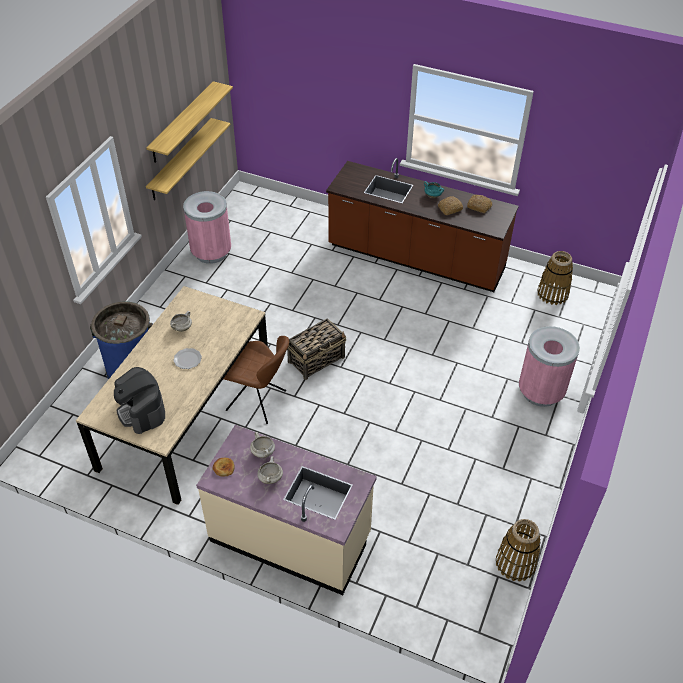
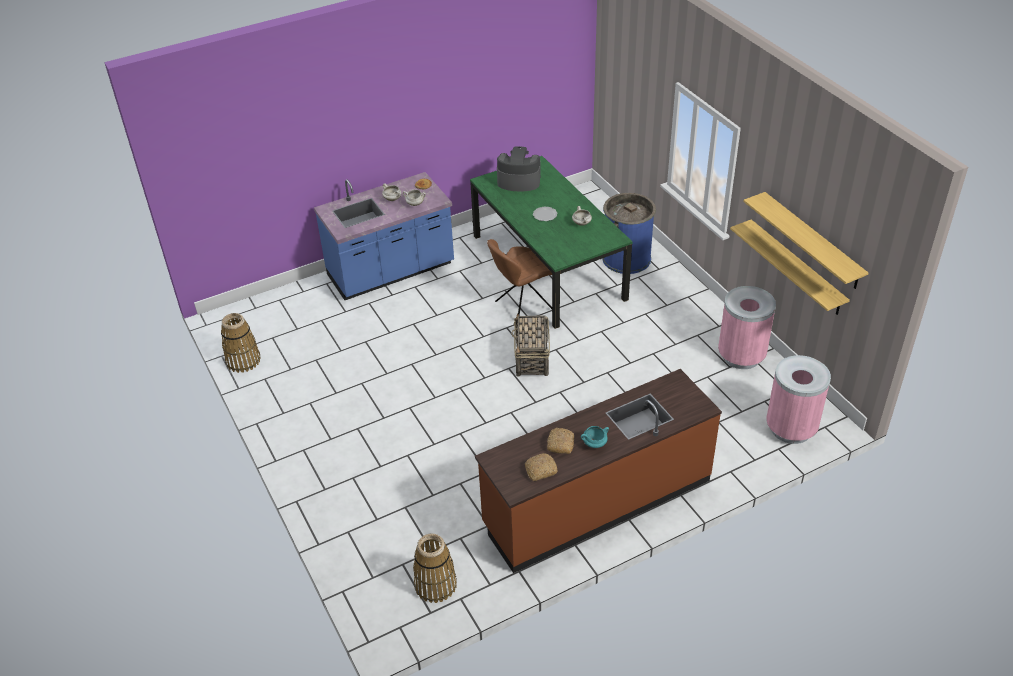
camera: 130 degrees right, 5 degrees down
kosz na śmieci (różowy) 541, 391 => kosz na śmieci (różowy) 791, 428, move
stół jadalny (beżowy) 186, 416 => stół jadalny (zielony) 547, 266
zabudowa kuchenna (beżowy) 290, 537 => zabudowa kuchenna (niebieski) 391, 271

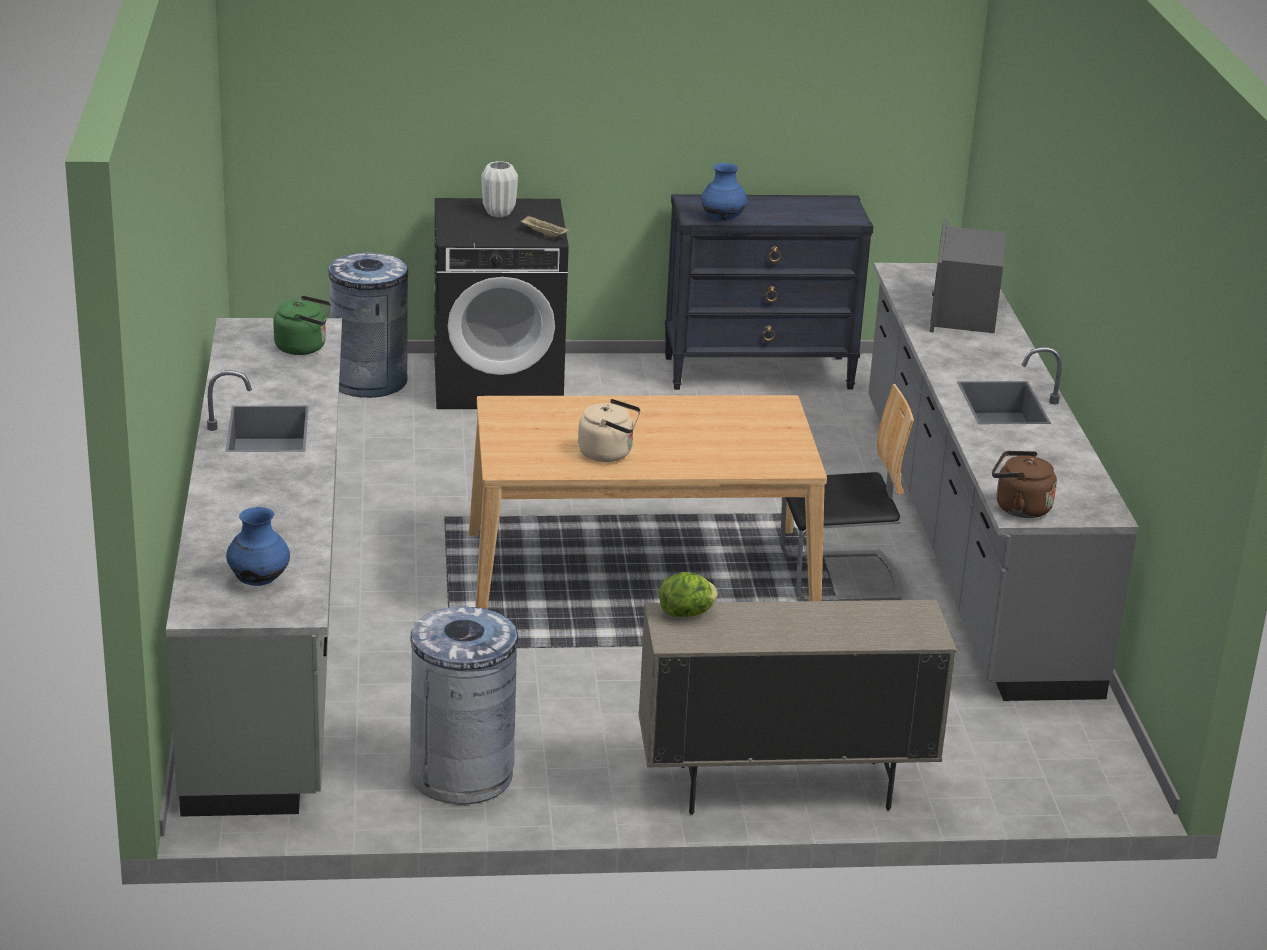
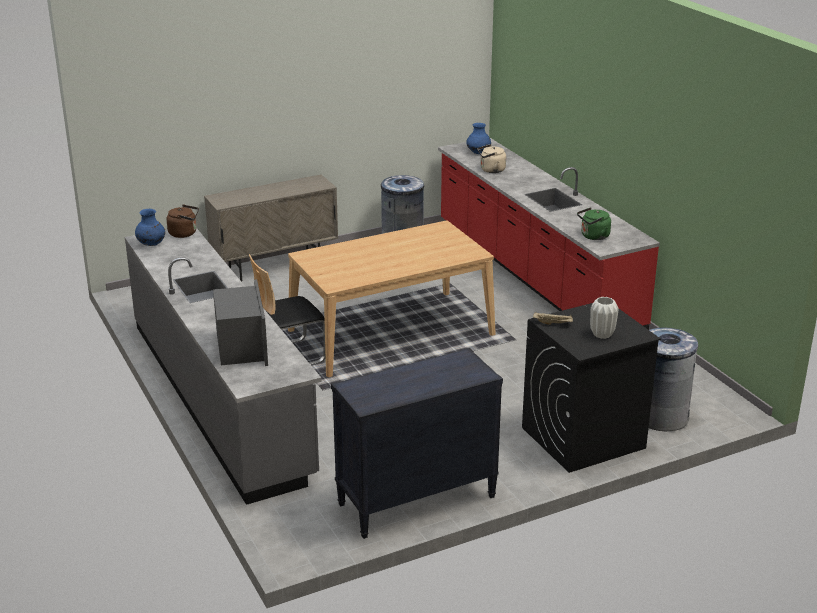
camera: 160 degrees right, 0 degrees up
sałata 687, 613 => nothing
czajnik (beżowy) 609, 453 => czajnik (beżowy) 491, 170, move
wazon (niebieski) 722, 219 => wazon (niebieski) 151, 244, move
zabudowa kuchenna (szary) 271, 626 => zabudowa kuchenna (czerwony) 534, 275

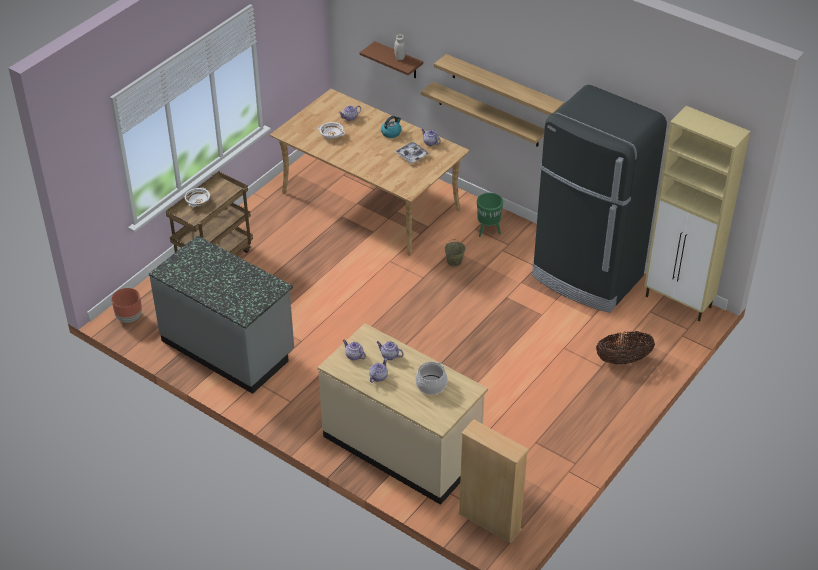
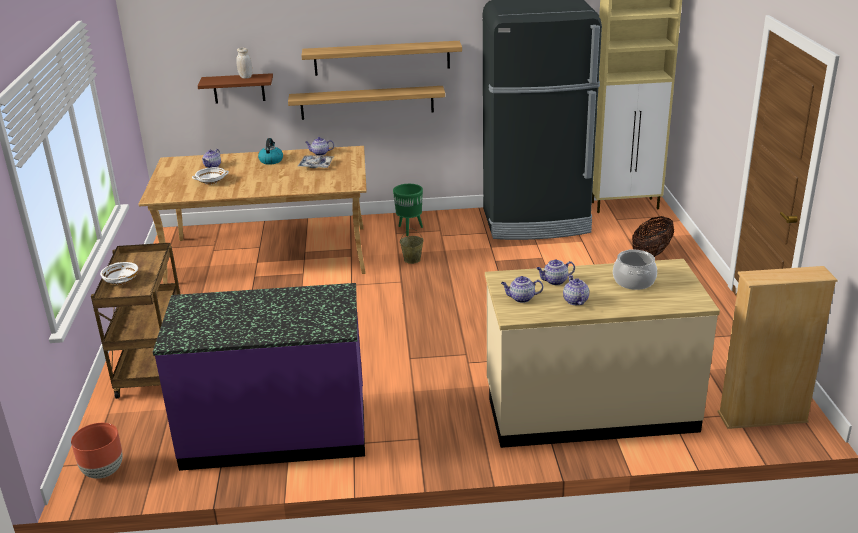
camera: 40 degrees left, 15 degrees down
zabudowa kuchenna (szary) 228, 347 => zabudowa kuchenna (fioletowy) 275, 431

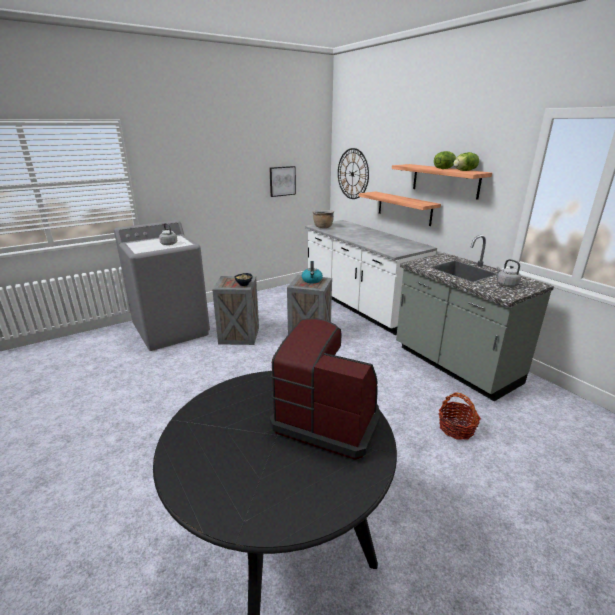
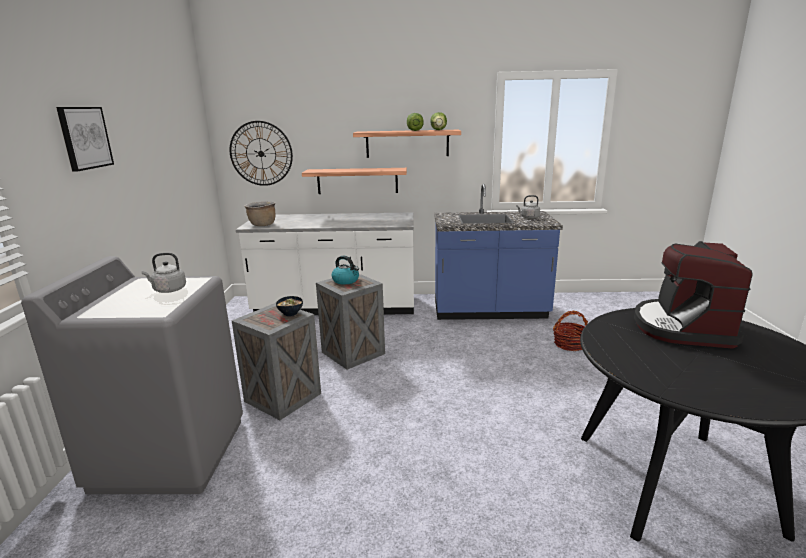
camera: 55 degrees left, 5 degrees down
obraz 282, 181 => obraz 84, 138, move
zabudowa kuchenna (szary) 454, 366 => zabudowa kuchenna (niebieski) 490, 311
ekspres do kawy 327, 419 => ekspres do kawy 682, 327, 45 degrees counterclockwise

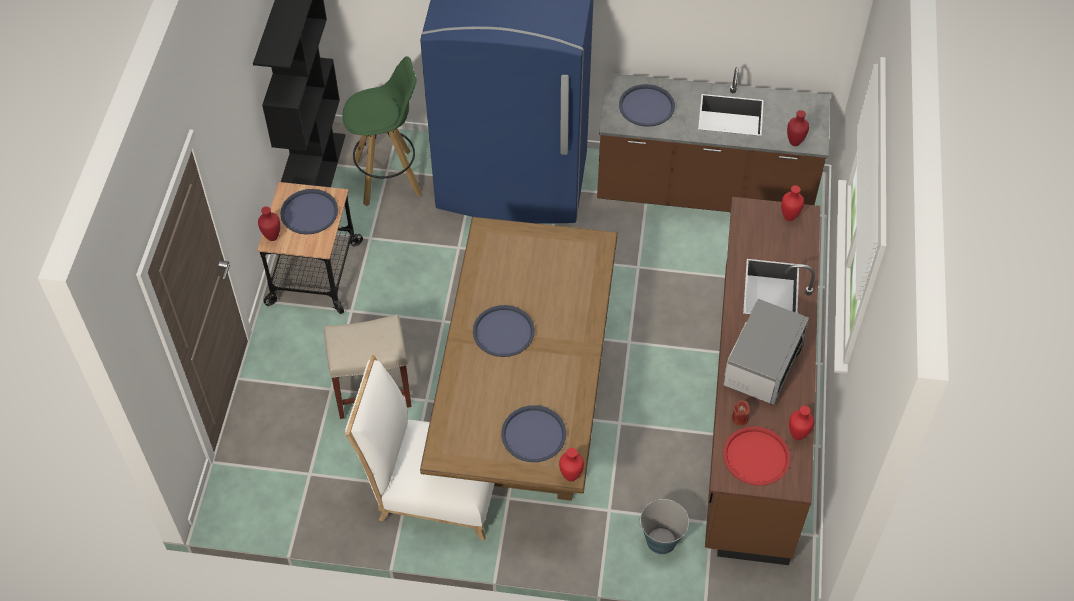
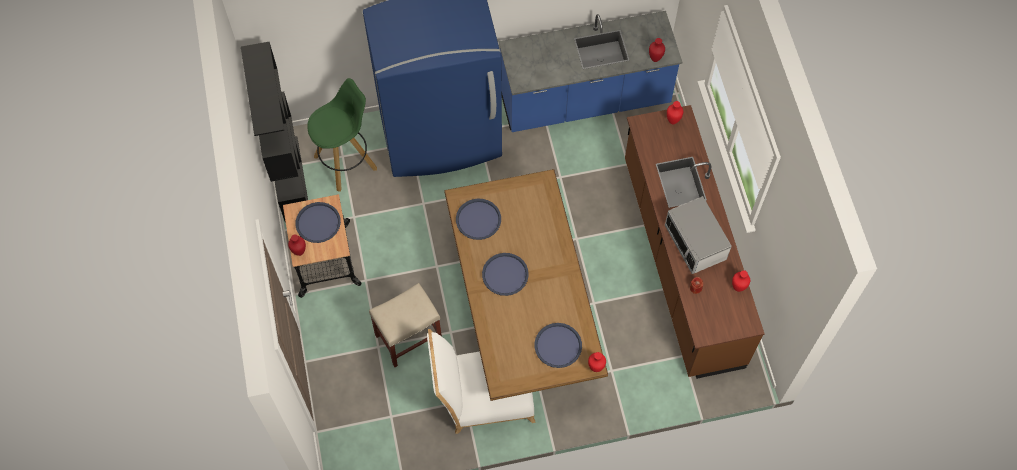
camera: 20 degrees left, 10 degrees up
wiadro 661, 540 => nothing
taca (czerwony) 756, 456 => nothing
taca (niebieski) 646, 106 => taca (niebieski) 478, 219, move
zabudowa kuchenna (brązowy) 704, 192 => zabudowa kuchenna (niebieski) 585, 101
mikrofalówka 761, 365 => mikrofalówka 695, 243, 150 degrees clockwise

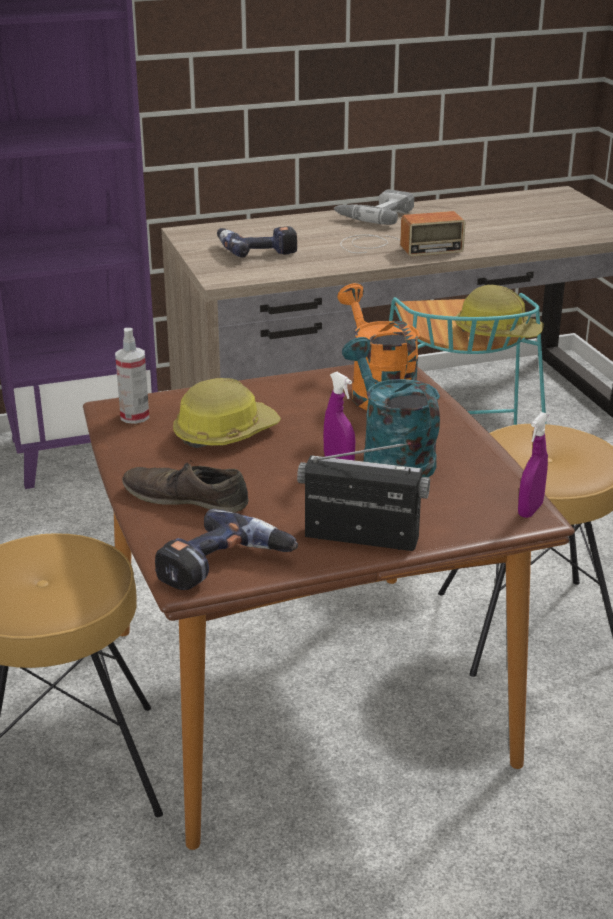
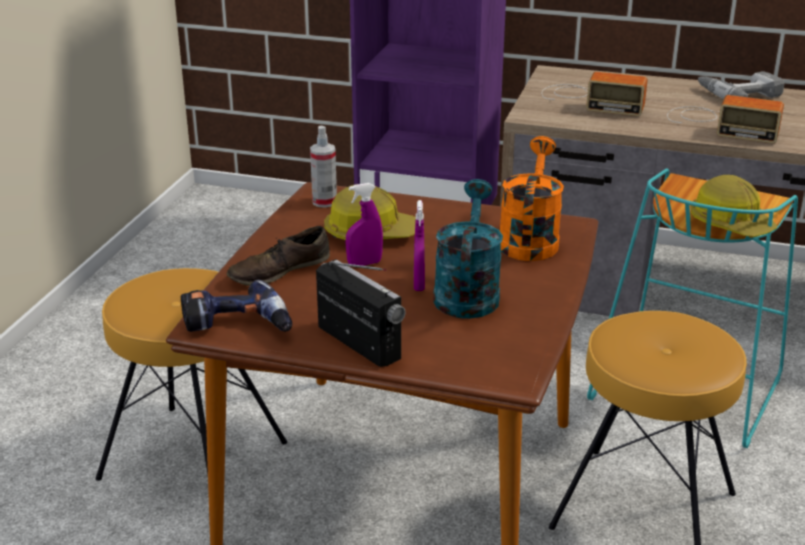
camera: 35 degrees right, 0 degrees up
spryskiwacz (fioletowy) 530, 510 => spryskiwacz (fioletowy) 364, 263, move
wiertarka 257, 250 => radio 589, 100
but (brązowy) 186, 498 => but (brązowy) 279, 270, 90 degrees counterclockwise

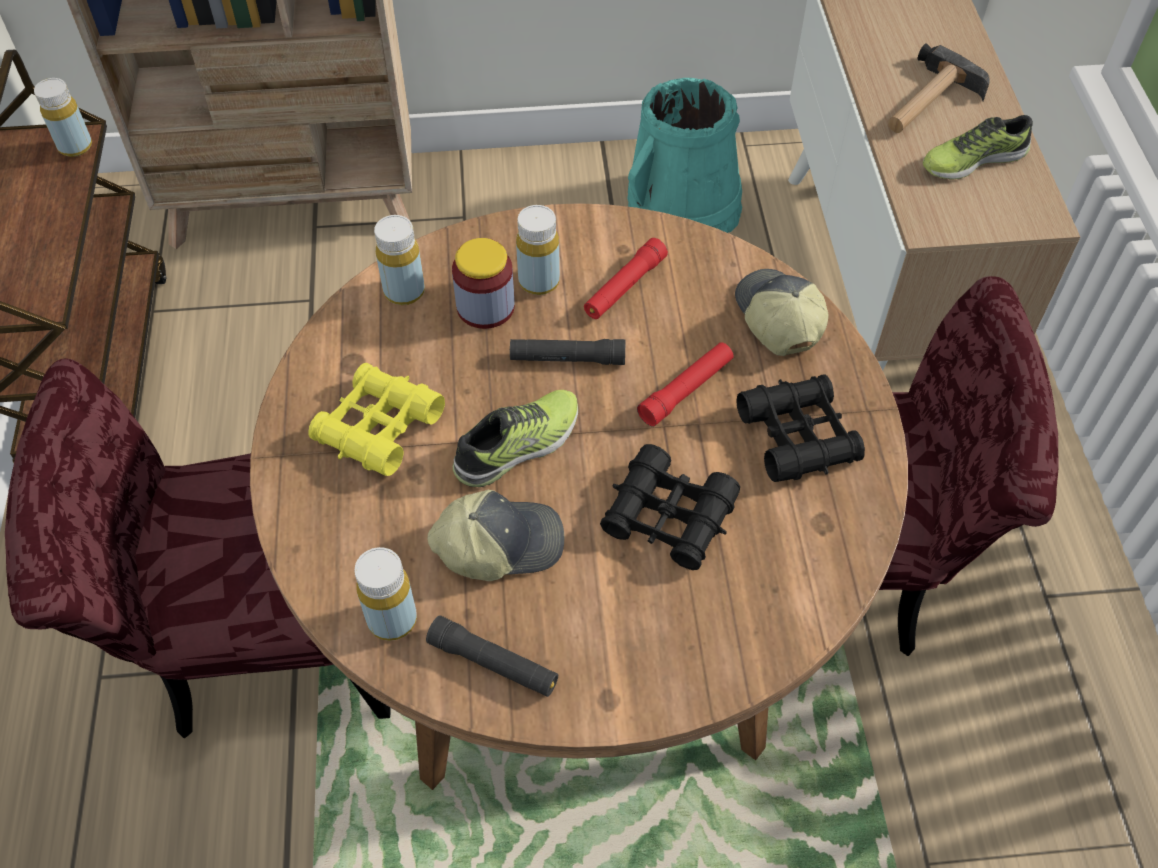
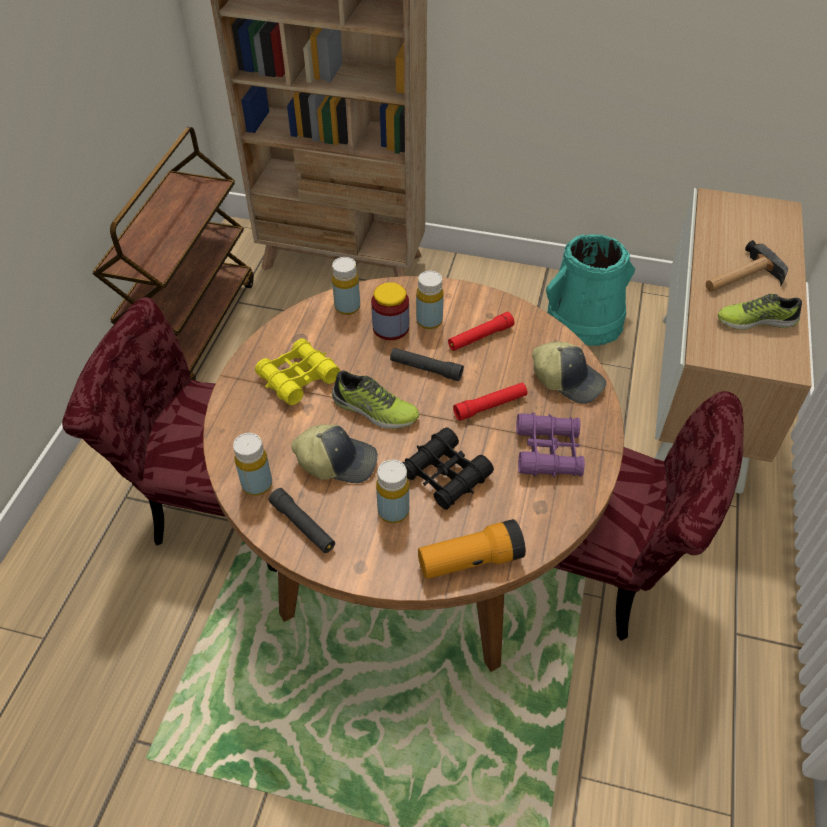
camera: 20 degrees right, 5 degrees down
nothing => latarka 470, 560
butelka (żółty) 75, 146 => butelka (żółty) 393, 511, move
lornetka (czarny) 797, 436 => lornetka (fioletowy) 548, 452
but 519, 446 => but 374, 410, 45 degrees clockwise
czapka z daszkiem 777, 319 => czapka z daszkiem 568, 380, 120 degrees clockwise

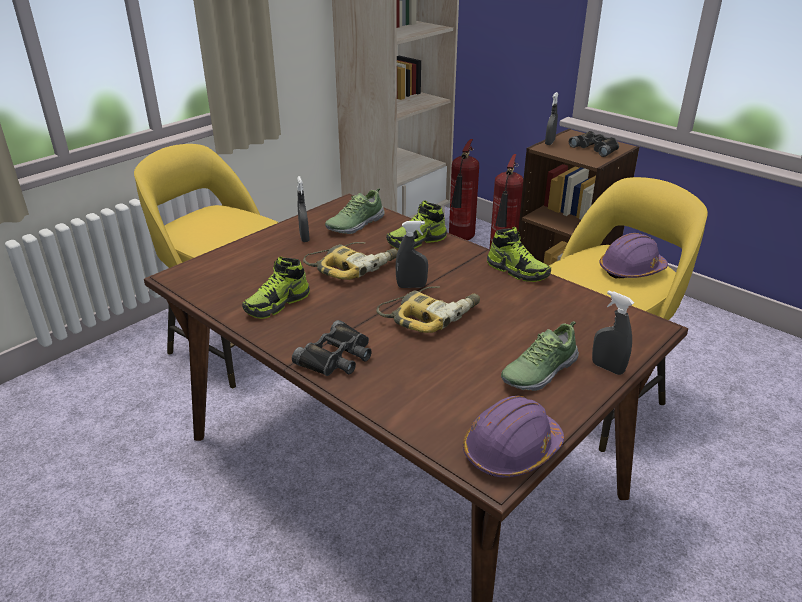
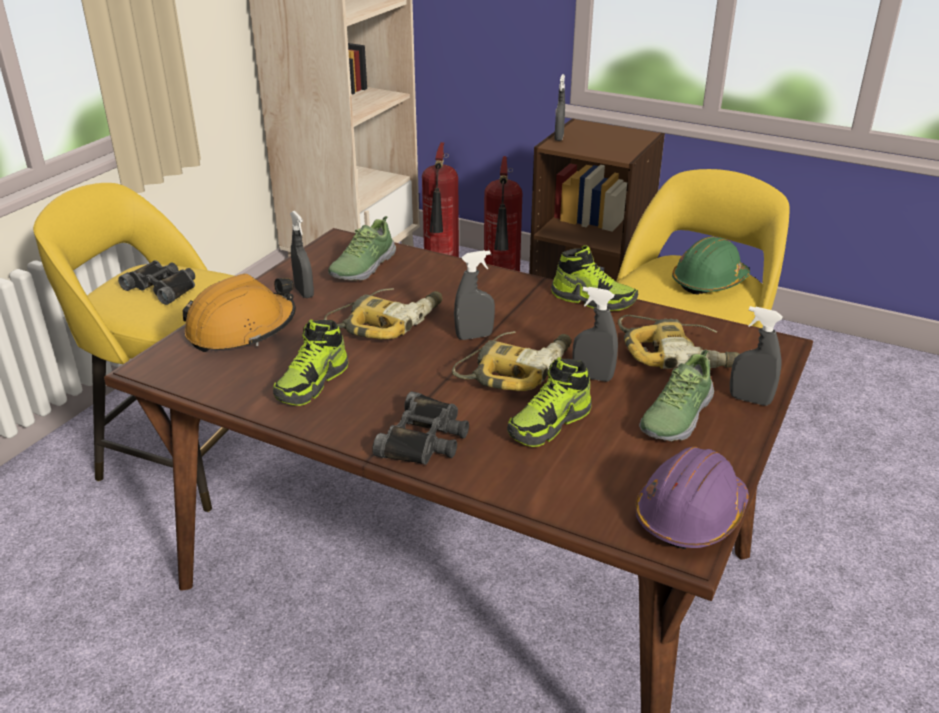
camera: 15 degrees left, 0 degrees up
nothing => kask (pomarańczowy) 242, 329
nothing => spryskiwacz (szary) 592, 377
nothing => wiertarka 677, 354
but 417, 241 => but 549, 424, move
lornetka (czarny) 595, 148 => lornetka (czarny) 163, 287, move
kask (fioletowy) 631, 270 => kask (zielony) 709, 282

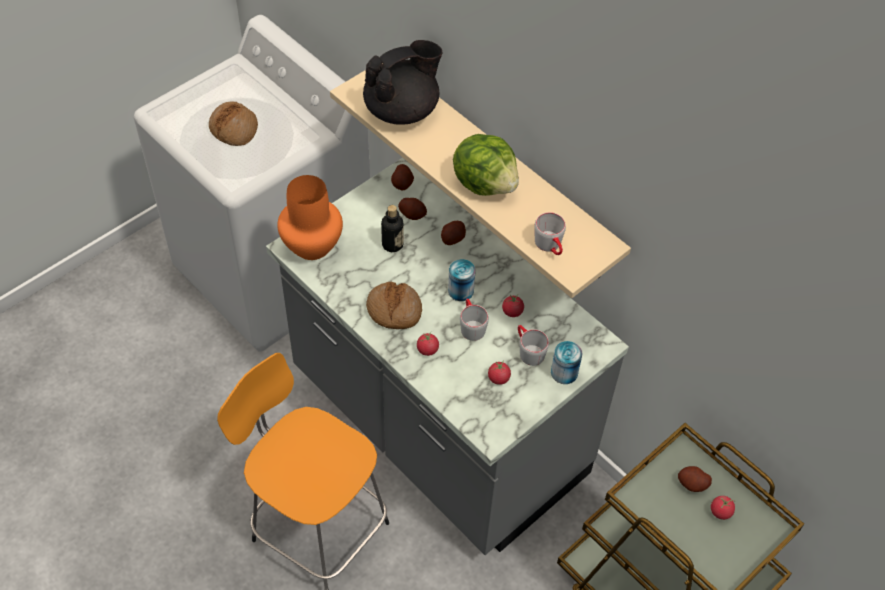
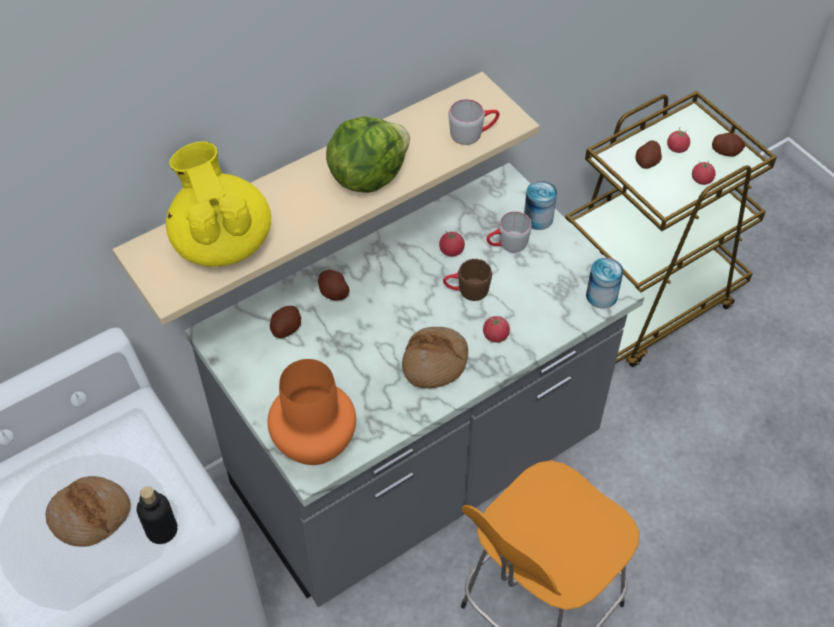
camera: 80 degrees left, 0 degrees up
butelka 392, 244 => butelka 162, 530, move
ziemniak 402, 184 => ziemniak 726, 151, move
puszka 460, 290 => puszka 601, 296, move
pomidor 498, 378 => pomidor 701, 180, move
imbryk (czarny) 402, 110 => imbryk (żółty) 222, 241
kubek (szary) 471, 325 => kubek (brązowy) 466, 291

